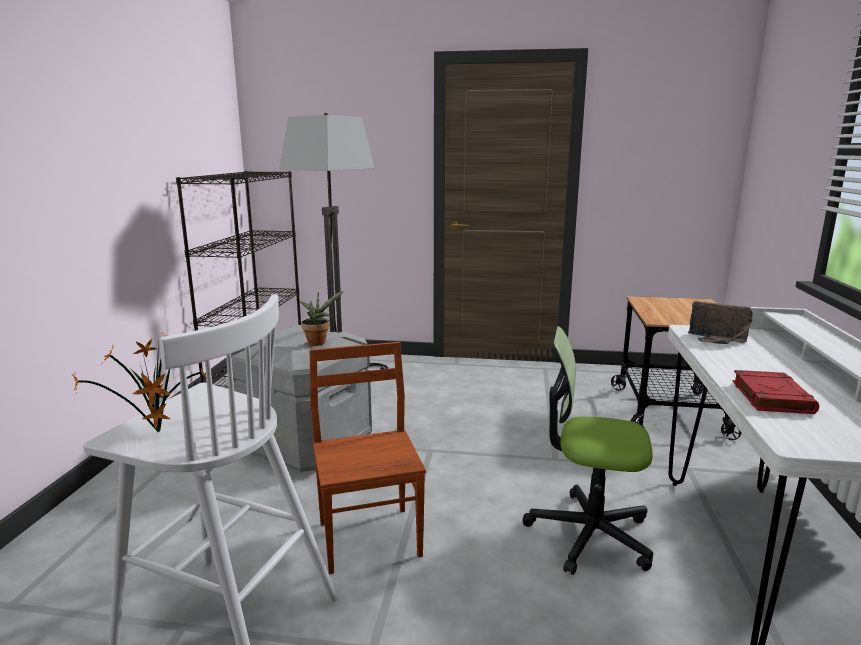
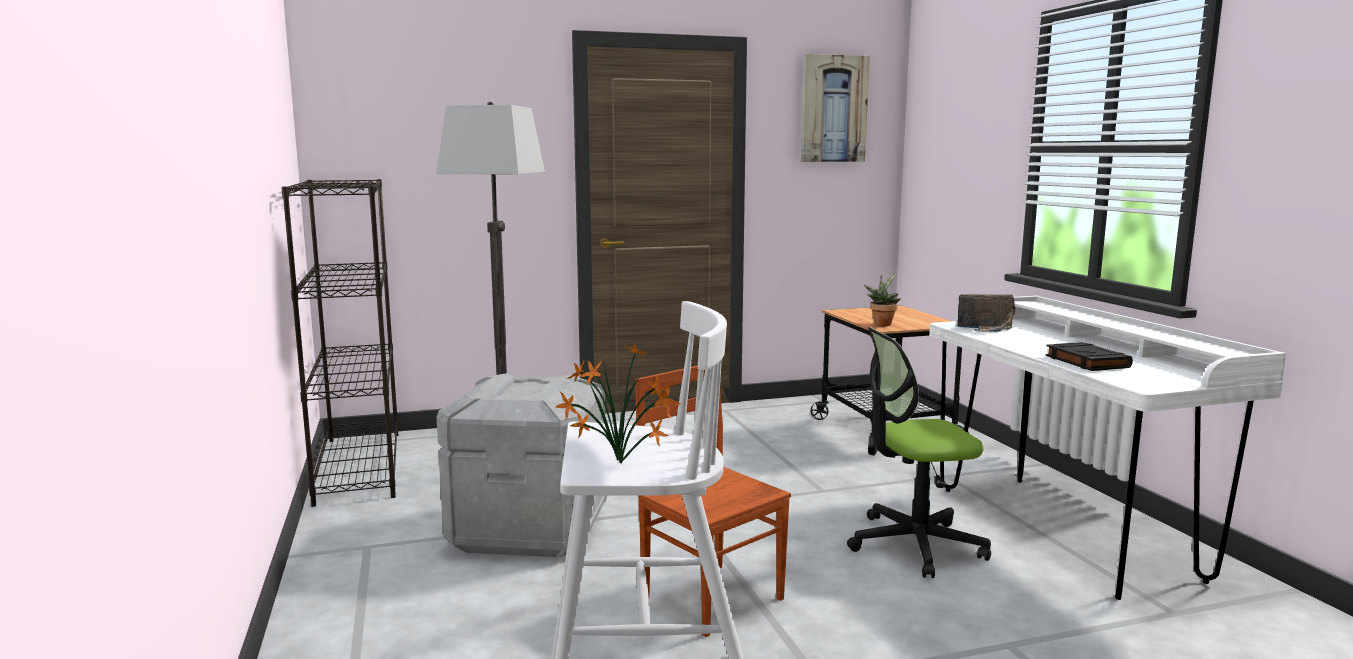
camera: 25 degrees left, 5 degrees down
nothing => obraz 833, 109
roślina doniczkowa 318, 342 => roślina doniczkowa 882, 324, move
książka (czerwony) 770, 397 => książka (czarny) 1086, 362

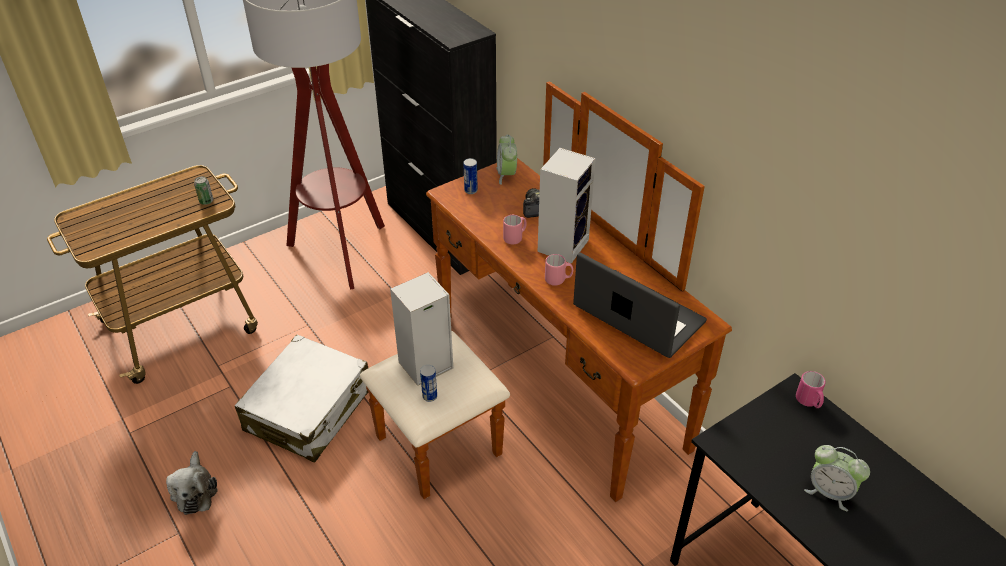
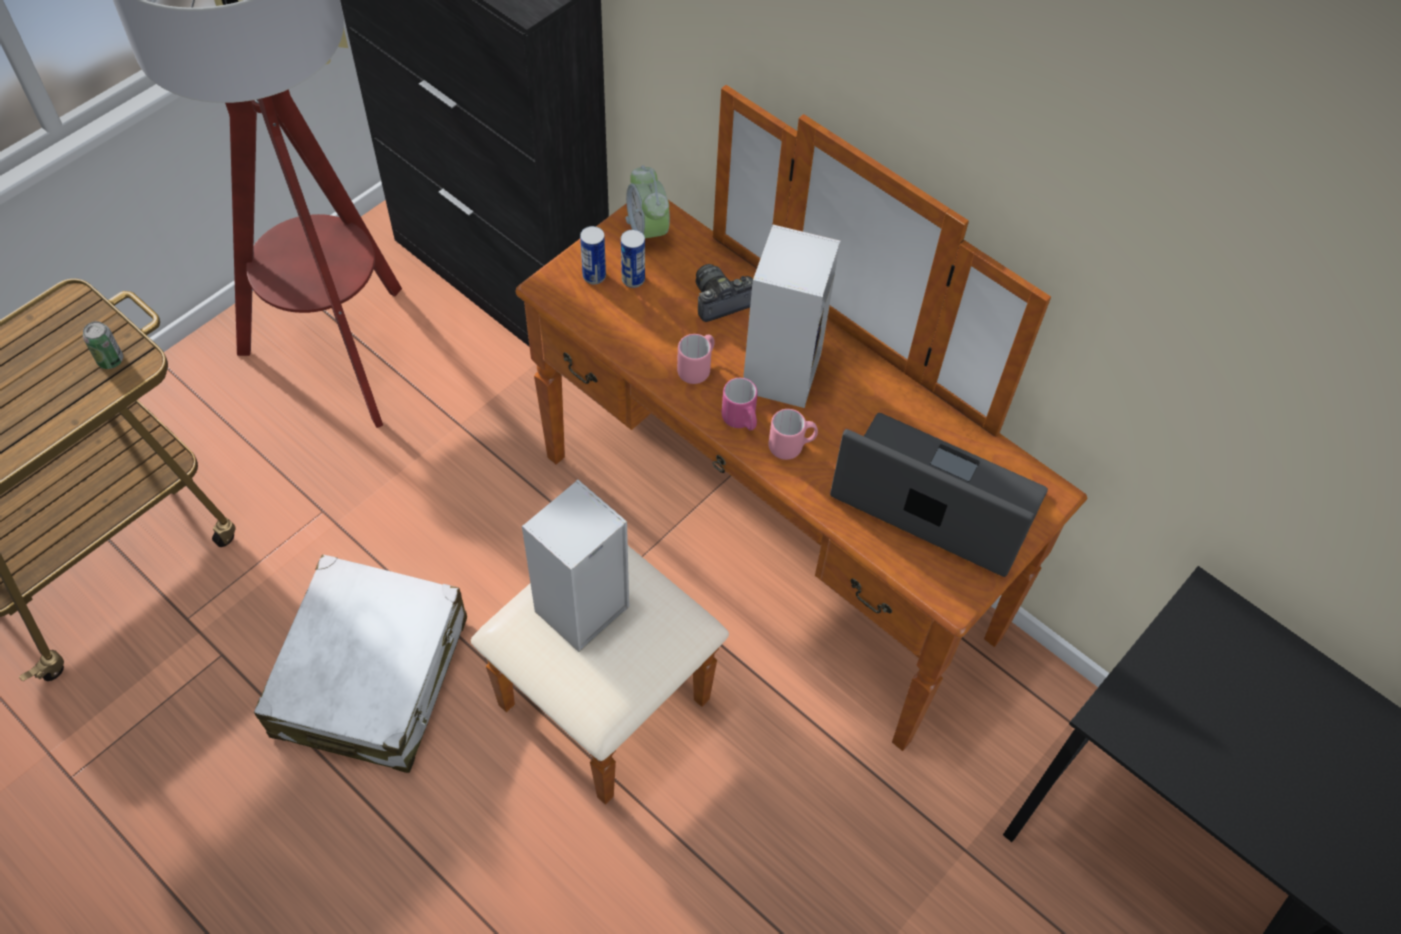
camera: 15 degrees left, 15 degrees up
pluszak 195, 491 => nothing
budzik 829, 492 => nothing
puszka 429, 396 => puszka 633, 279, move
kubek (różowy) 809, 402 => kubek (różowy) 741, 421, move

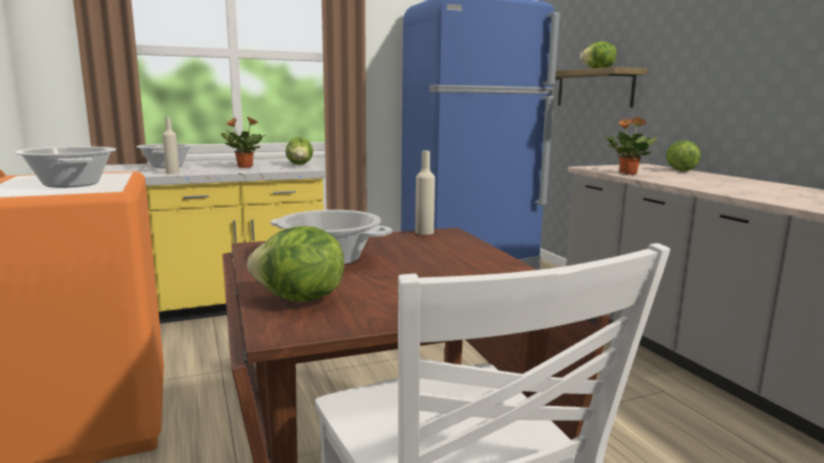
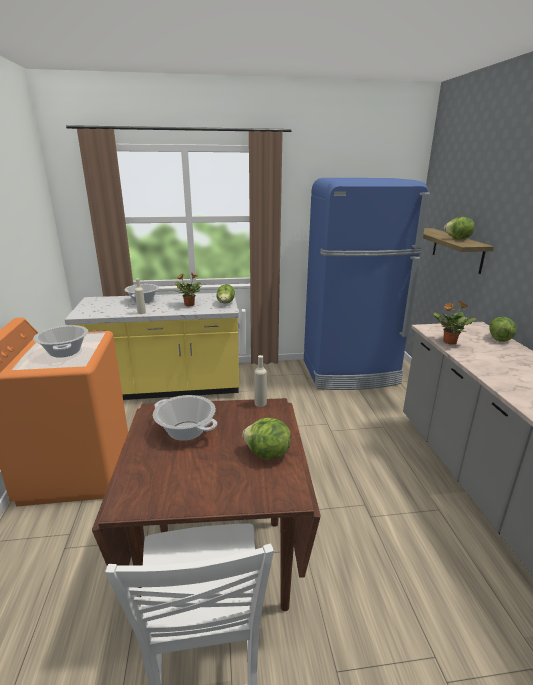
camera: 15 degrees right, 10 degrees up
sałata 299, 299 => sałata 267, 454, move

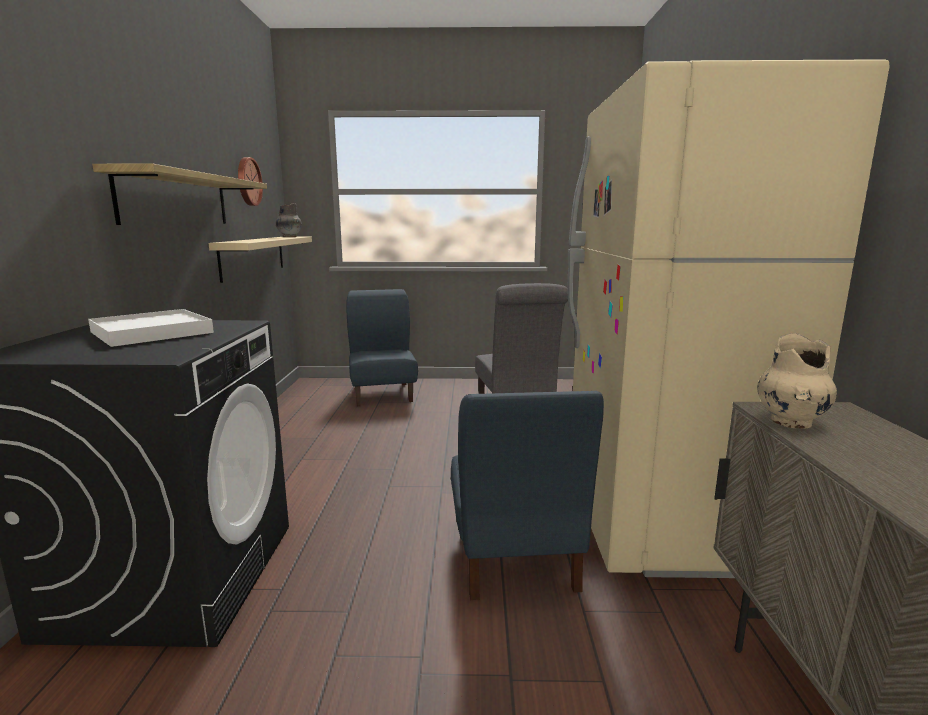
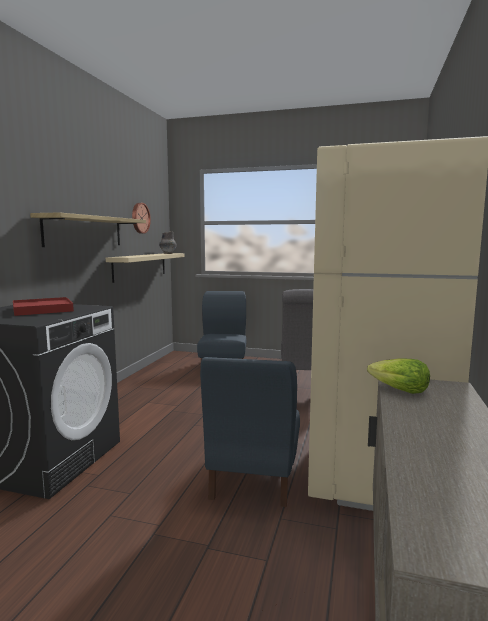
camera: 15 degrees right, 5 degrees down
wazon (beżowy) 790, 423 => sałata 399, 390
taca (biały) 152, 332 => taca (czerwony) 43, 309

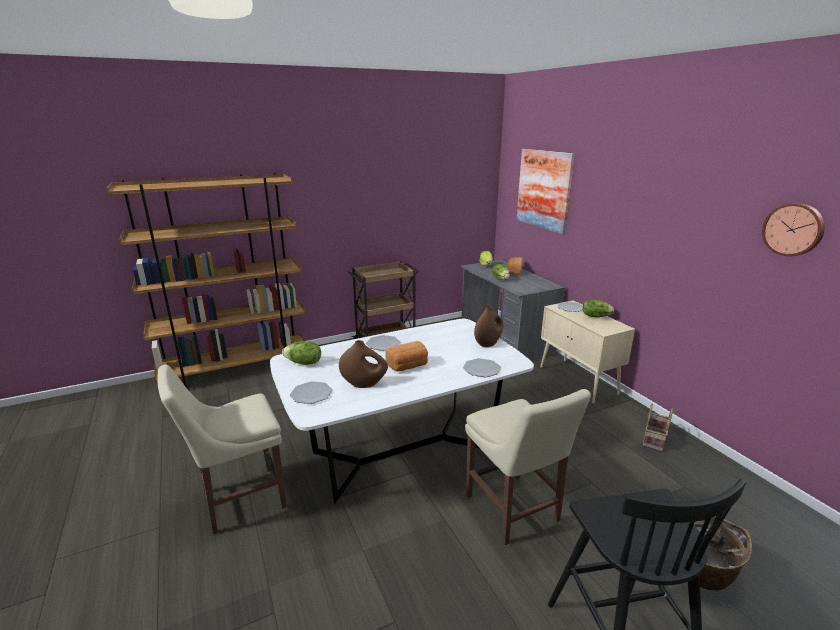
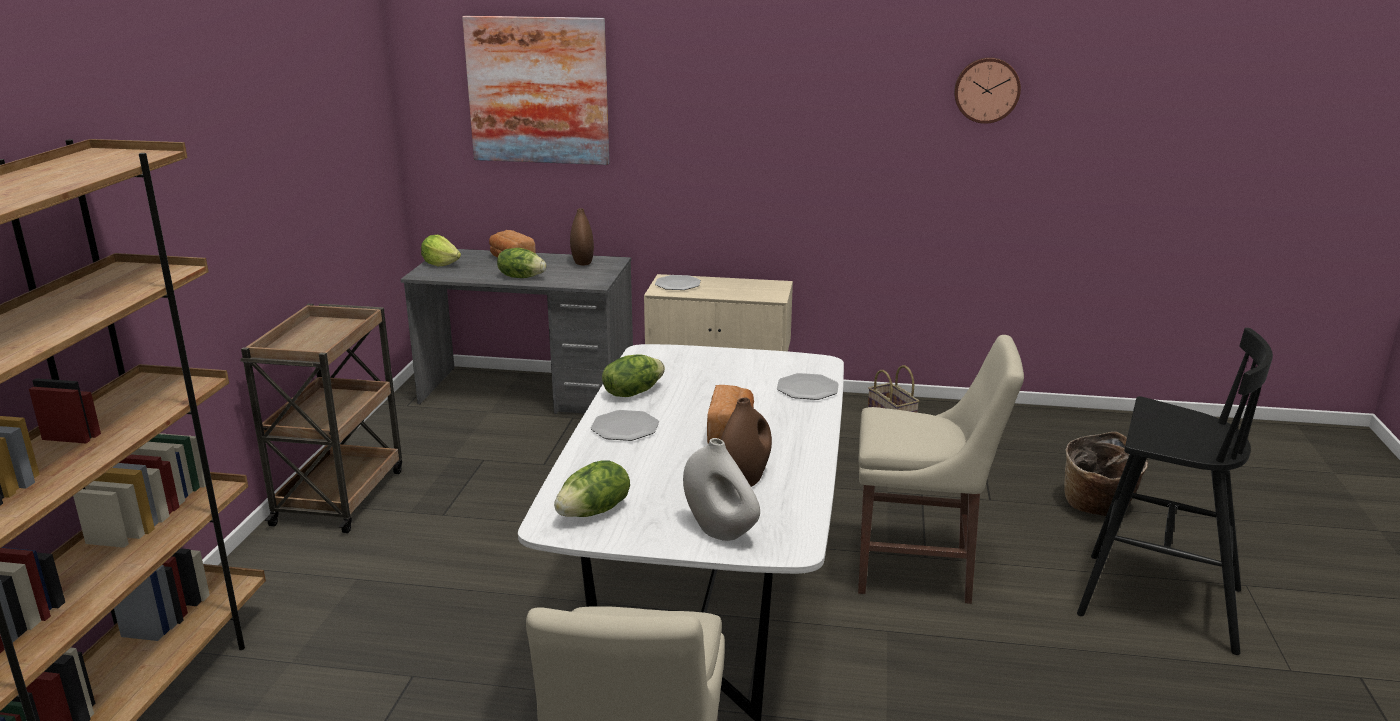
camera: 55 degrees left, 0 degrees up
wazon (brązowy) 488, 343 => wazon (brązowy) 582, 262, move
sałata 595, 316 => sałata 632, 392, move
talerz 311, 394 => wazon (biały) 720, 531

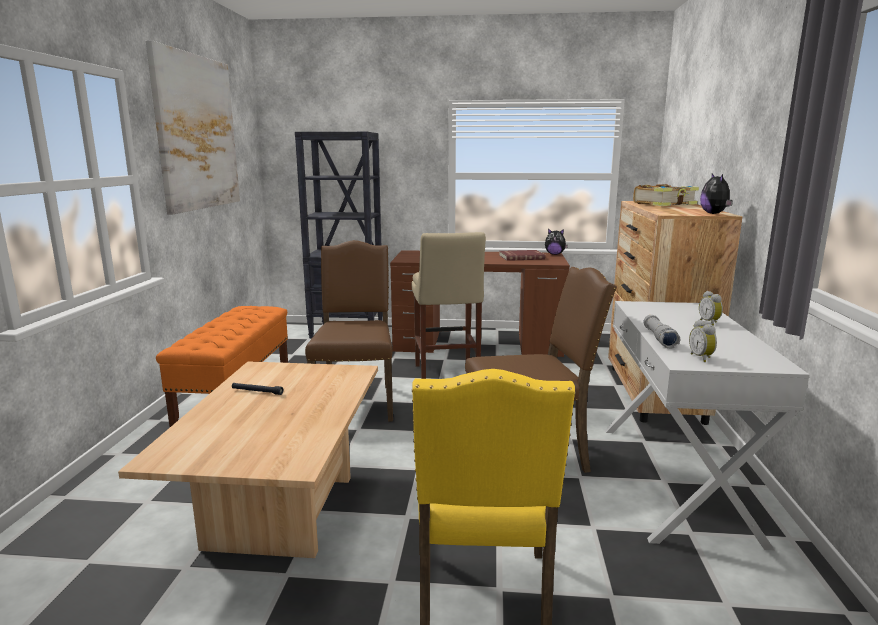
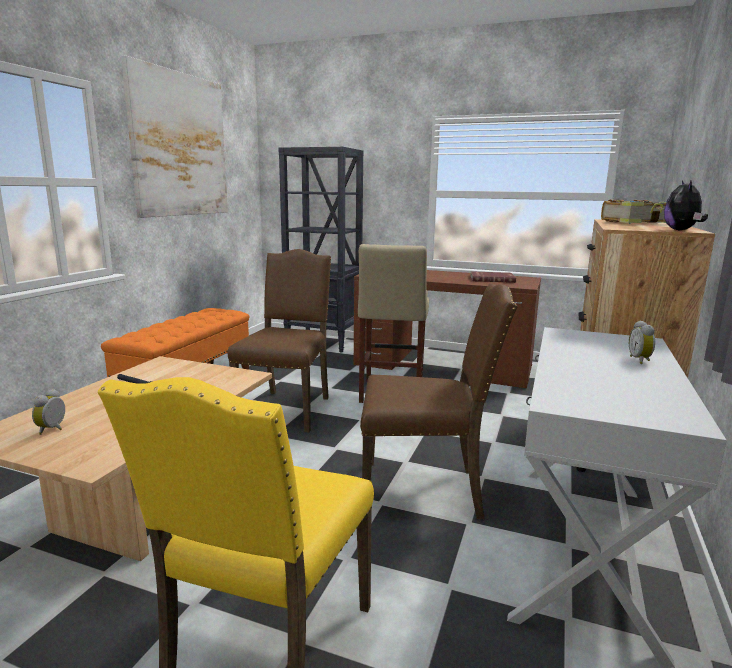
camera: 15 degrees right, 0 degrees up
pluszak 554, 254 => nothing
latarka (szary) 659, 338 => nothing
budzik 702, 358 => budzik 53, 429, move

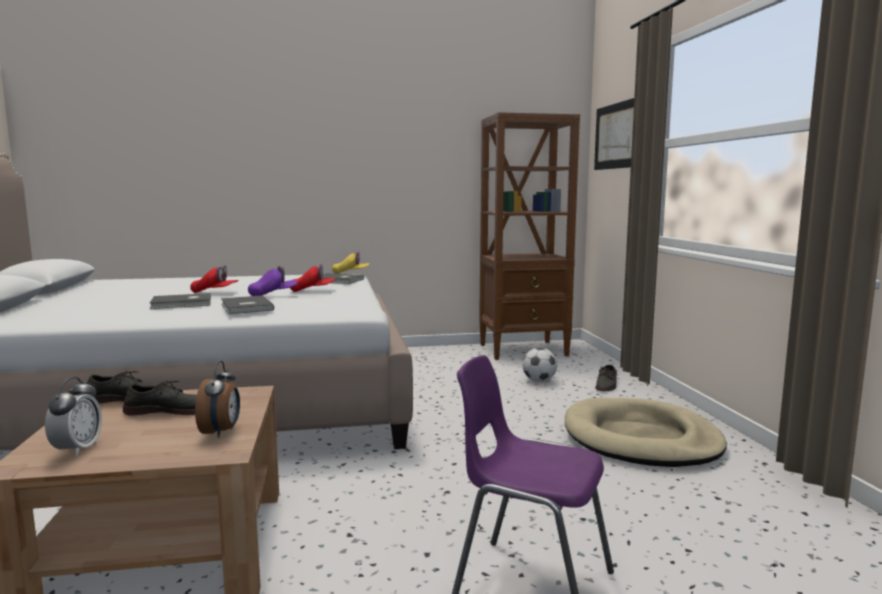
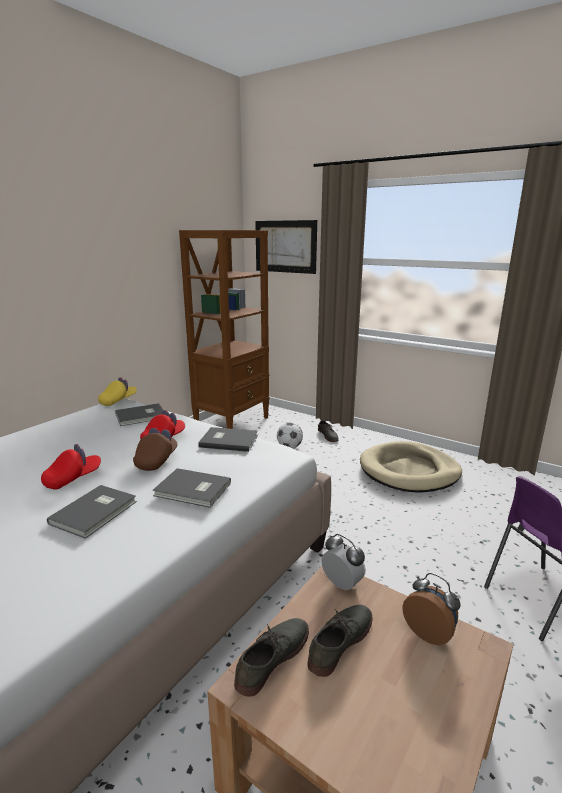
camera: 45 degrees left, 10 degrees up
nothing => książka (szary) 228, 440
budzik 77, 449 => budzik 342, 584, move
czapka z daszkiem (fioletowy) 273, 295 => czapka z daszkiem (brązowy) 156, 460

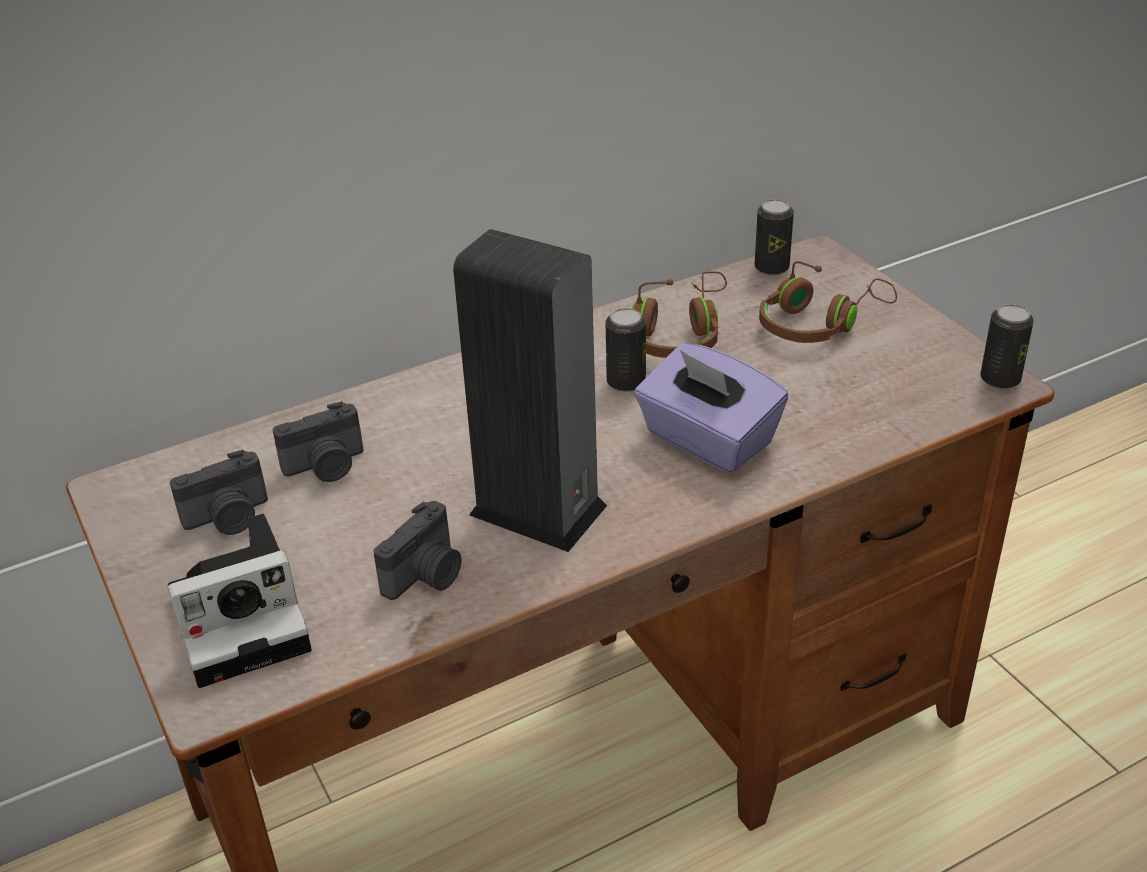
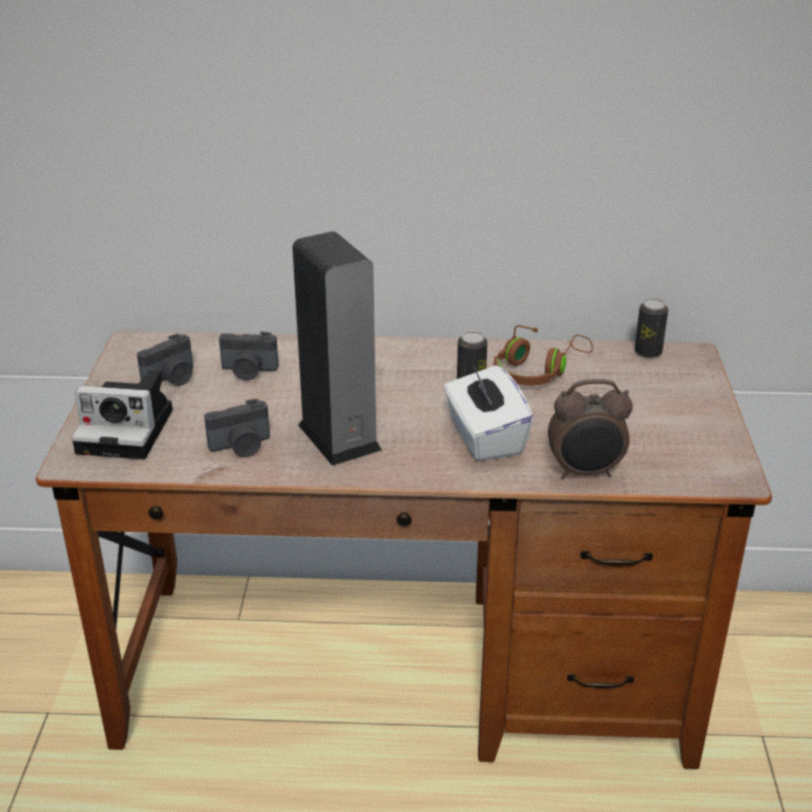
camera: 30 degrees right, 5 degrees down
słuchawki (brązowy) 818, 323 => nothing
puszka 1000, 379 => nothing
nothing => budzik 585, 473
pudełko chusteczek (fioletowy) 707, 440 => pudełko chusteczek (biały) 484, 438
aparat fotograficzny 229, 518 => aparat fotograficzny 172, 378, 45 degrees counterclockwise

